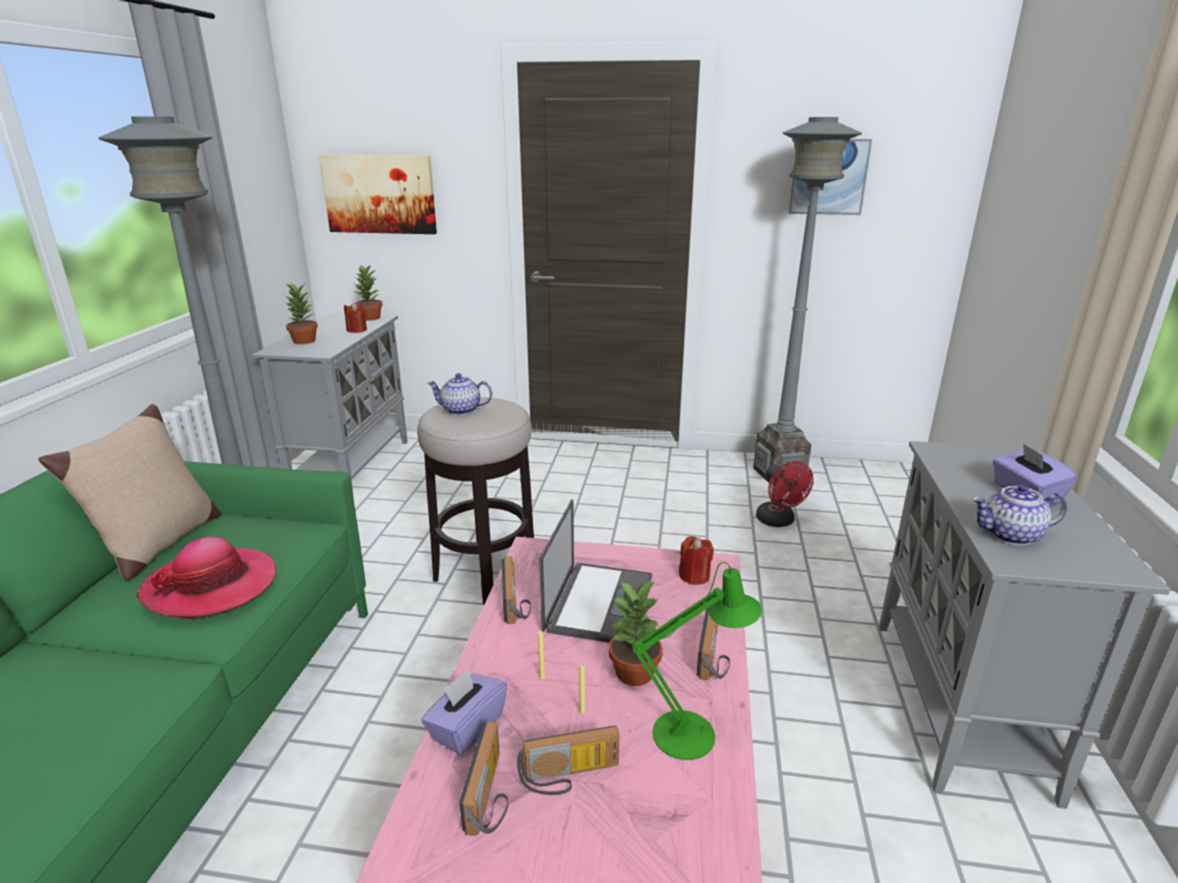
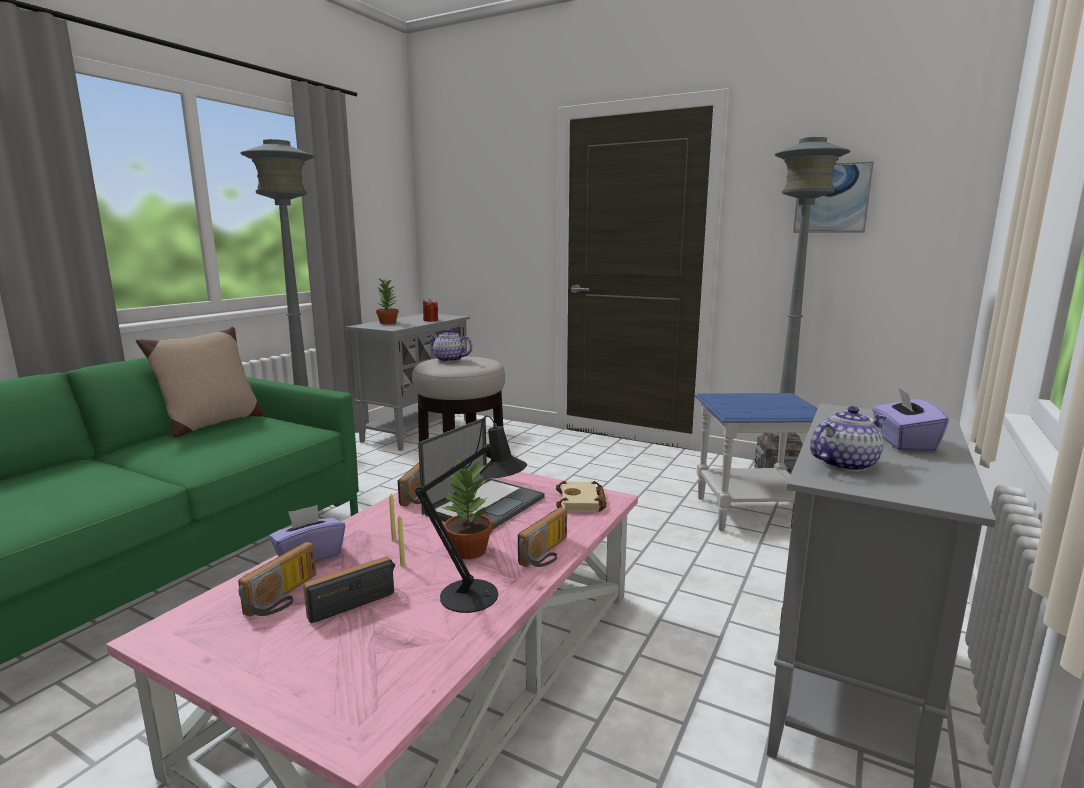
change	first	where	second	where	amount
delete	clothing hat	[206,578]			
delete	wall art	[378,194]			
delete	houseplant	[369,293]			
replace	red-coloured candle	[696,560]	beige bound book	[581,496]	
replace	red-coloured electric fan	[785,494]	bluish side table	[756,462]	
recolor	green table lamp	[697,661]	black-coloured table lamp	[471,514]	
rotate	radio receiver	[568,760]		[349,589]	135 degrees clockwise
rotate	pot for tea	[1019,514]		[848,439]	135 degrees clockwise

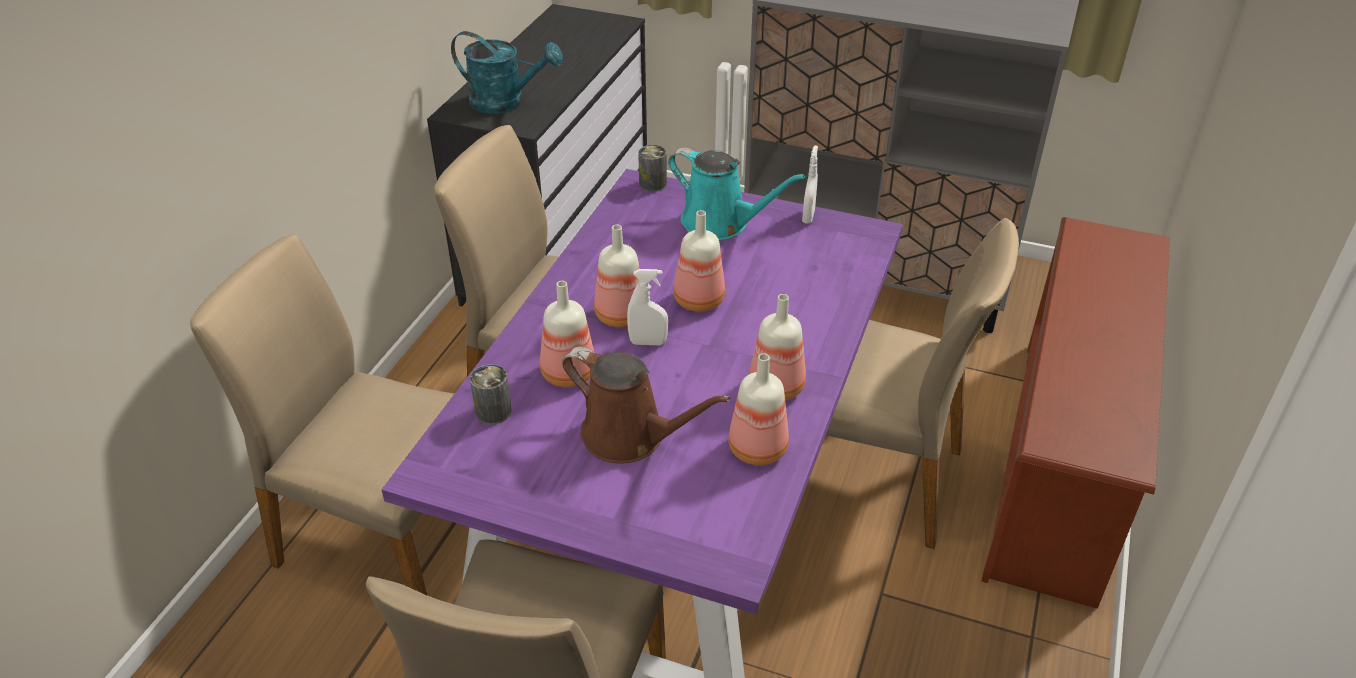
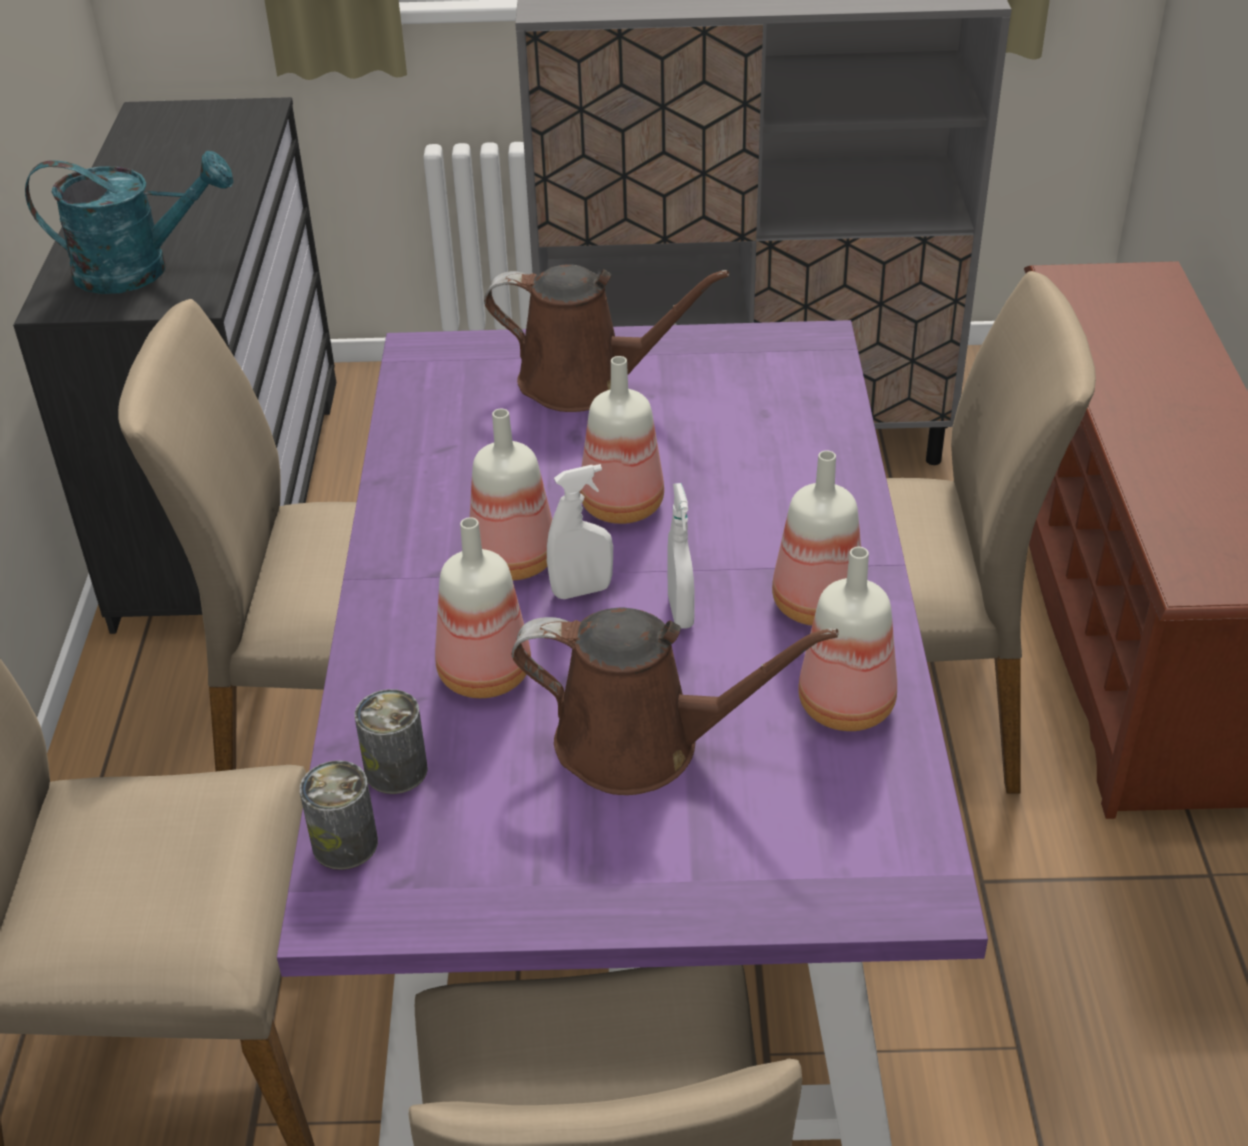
change	first	where	second	where	amount
move	sealed can	[652,168]		[339,815]	
move	white sprayer	[810,184]		[681,556]	
recolor	blue-green watering can	[736,194]	brown-coloured watering can	[606,338]	

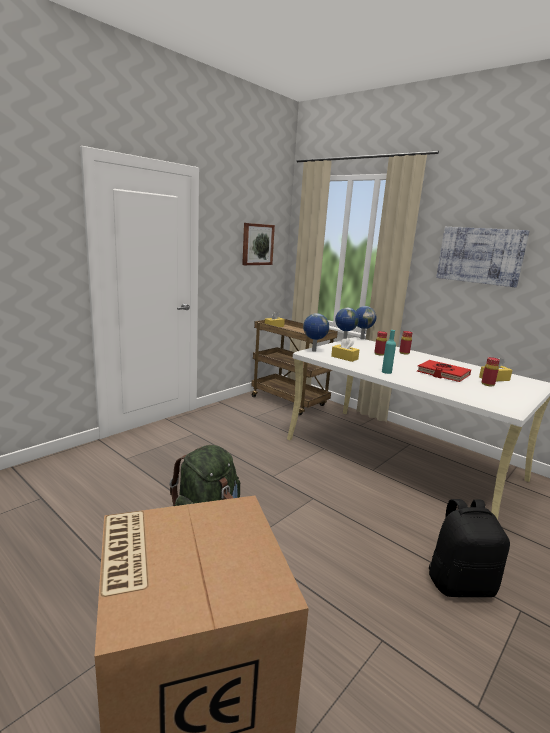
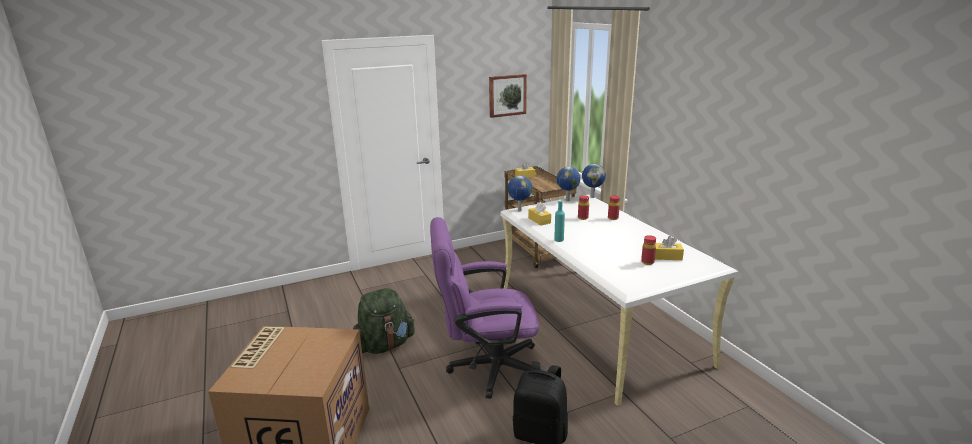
change	first	where	second	where	amount
delete	red-coloured bound book	[444,371]			
delete	wall art	[482,257]			
insert			purplish office chair	[484,308]	

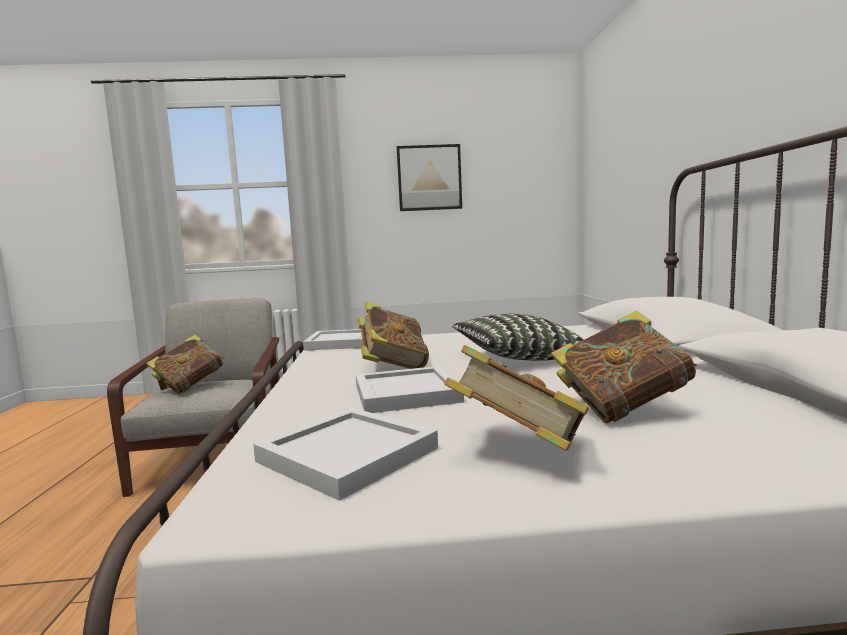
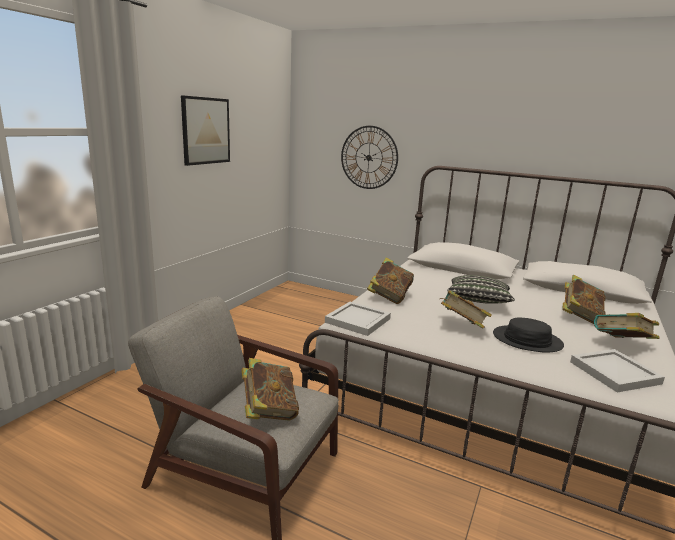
change	first	where	second	where	amount
insert			hanging clock	[369,157]	
insert			bound book	[390,281]	
replace	white serving tray	[410,389]	black-coloured clothing hat	[528,335]	

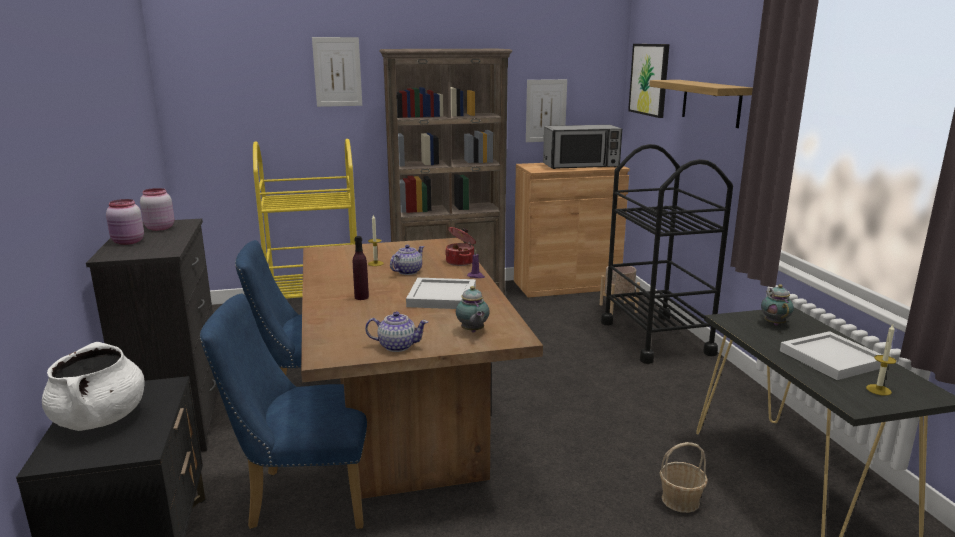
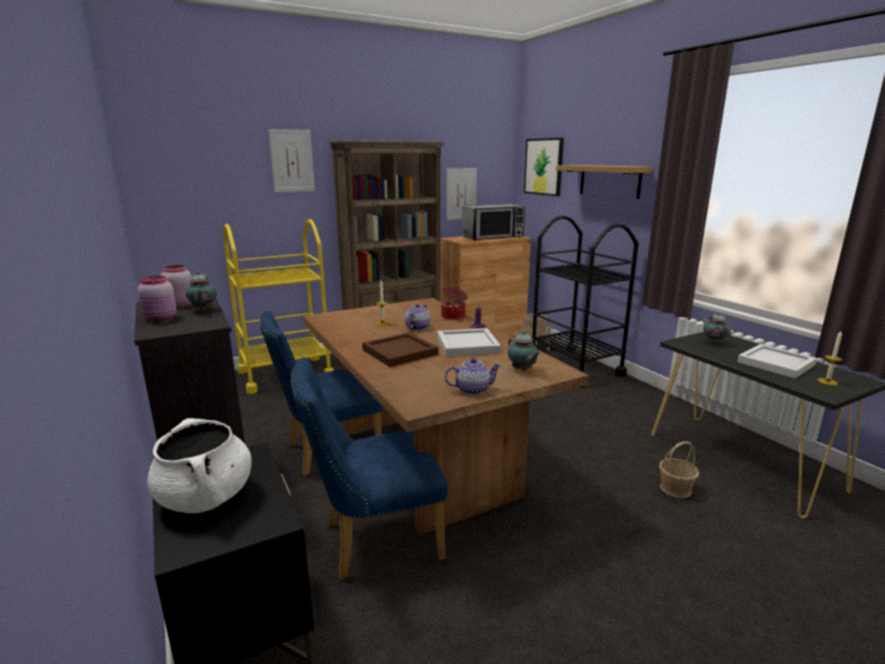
change	first	where	second	where	amount
insert			pot for tea	[201,291]	
replace	purplish drink bottle	[361,268]	brown-coloured serving tray	[400,349]	

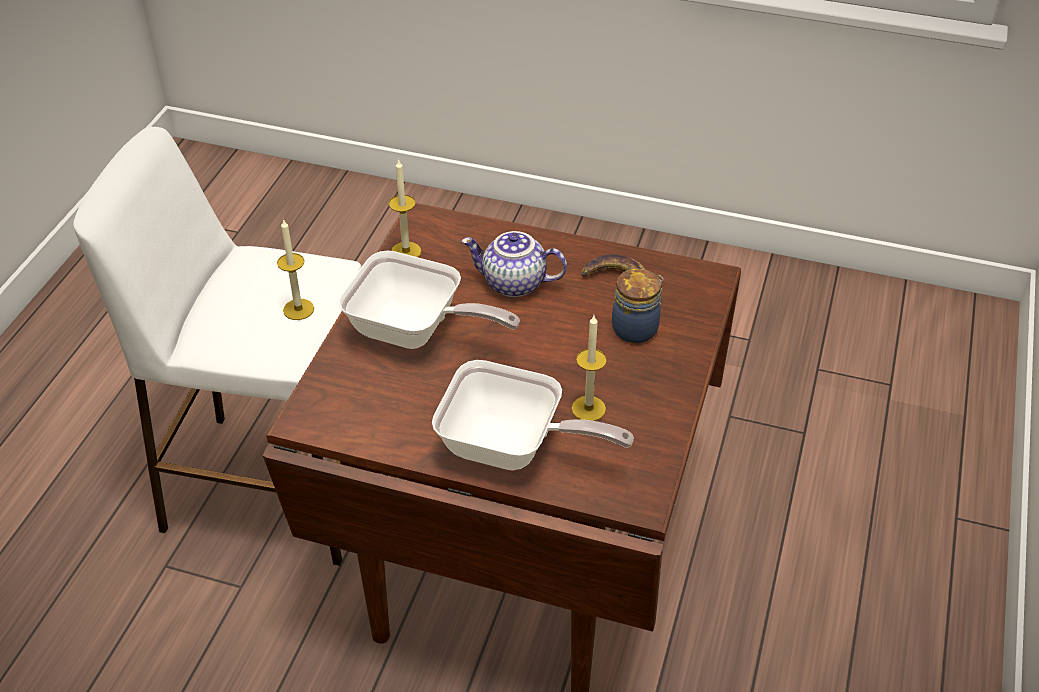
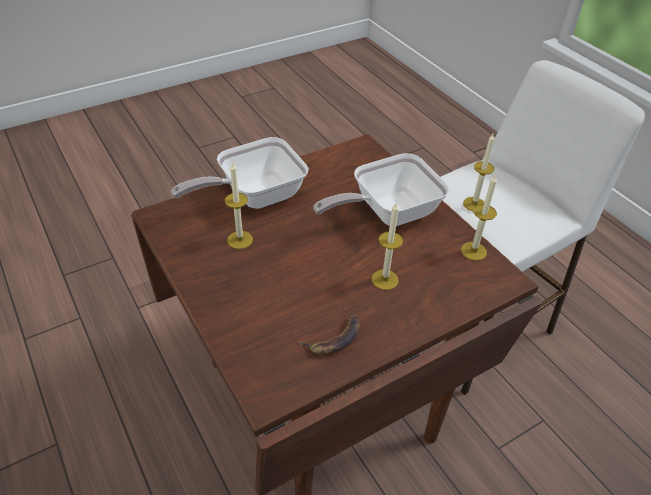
change	first	where	second	where	amount
delete	storage jar	[638,306]			
replace	pot for tea	[514,264]	candle	[387,246]	

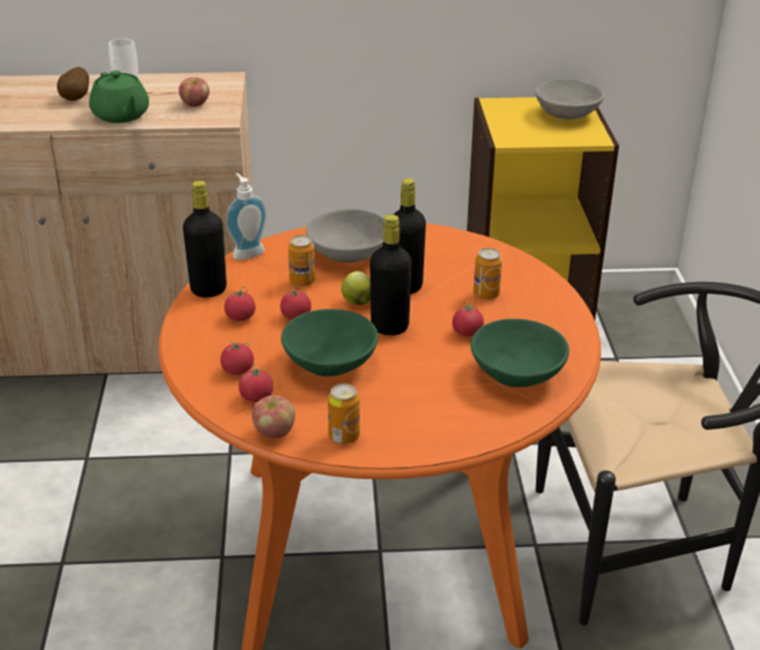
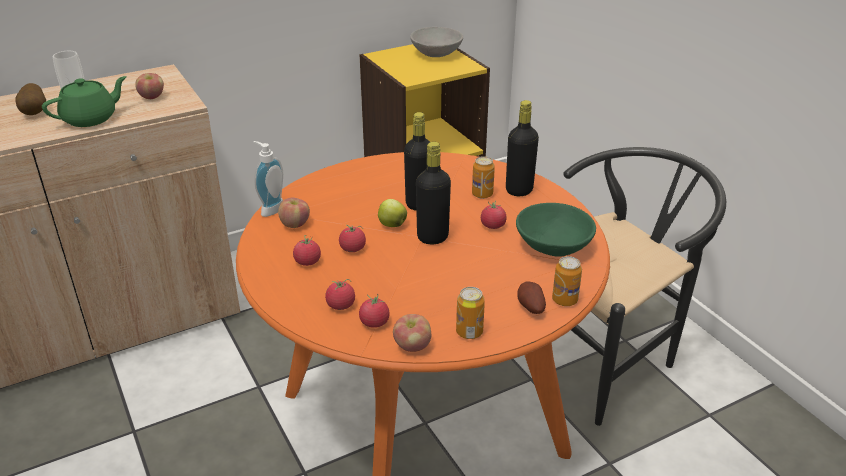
change	first	where	second	where	amount
delete	green bowl	[329,343]			
delete	greyish bowl	[345,236]			
insert			whole apple	[294,213]	
insert			whole potato	[531,297]	
move	black-coloured drink bottle	[205,239]		[522,148]	
move	sealed can	[301,261]		[567,281]	
rotate	green pot for tea	[119,96]		[84,101]	75 degrees counterclockwise

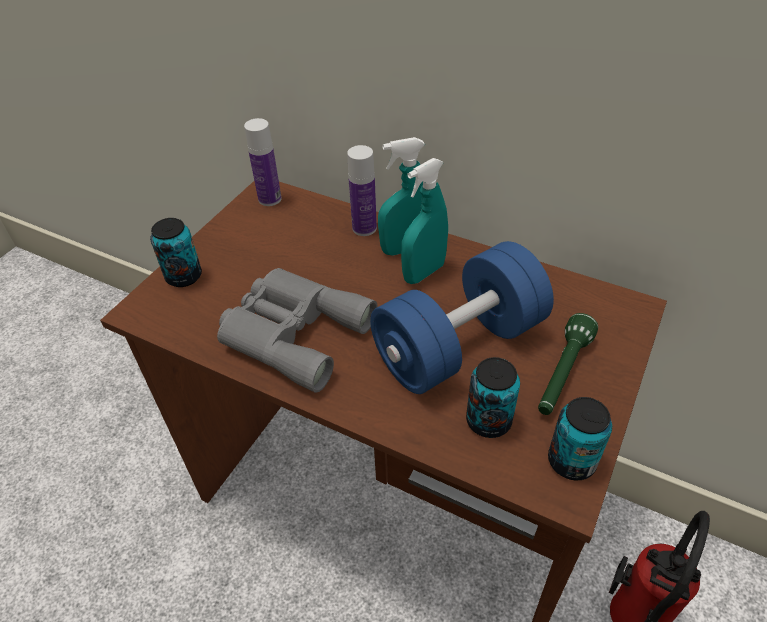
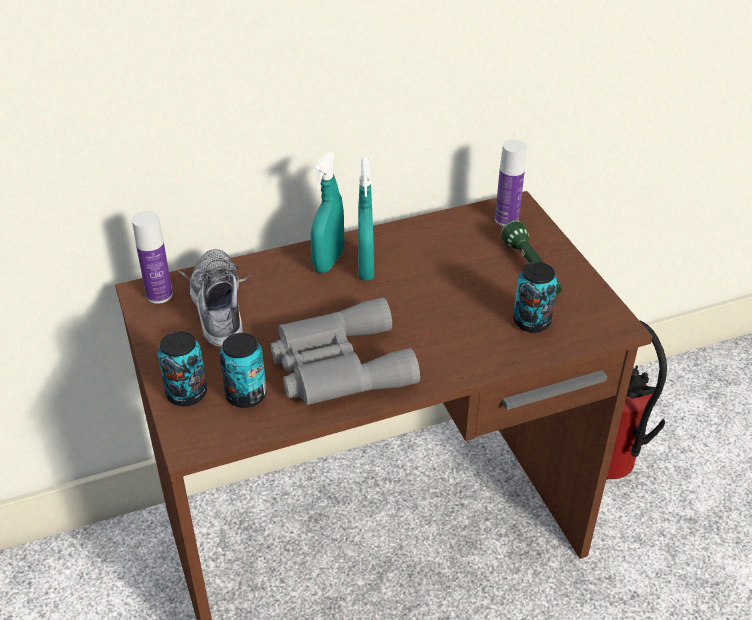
change	first	where	second	where	amount
delete	bluish dumbbell	[462,317]			
insert			shoe	[214,298]	
move	drink bottle	[362,190]		[511,183]	
move	sealed can	[580,438]		[243,370]	

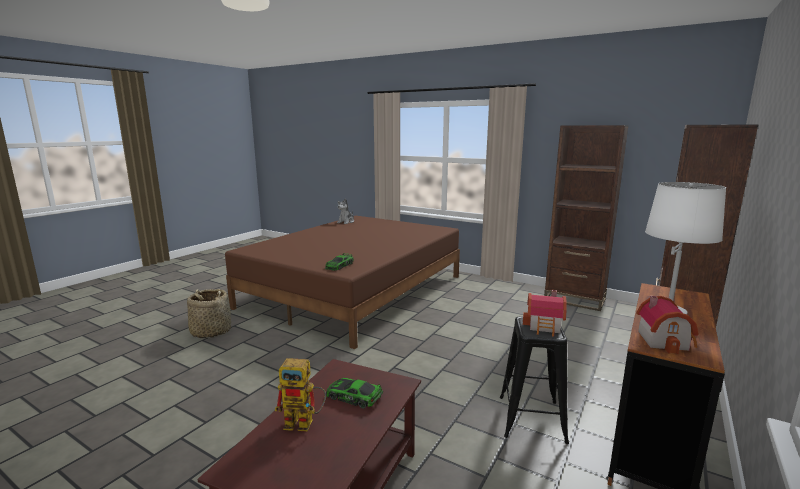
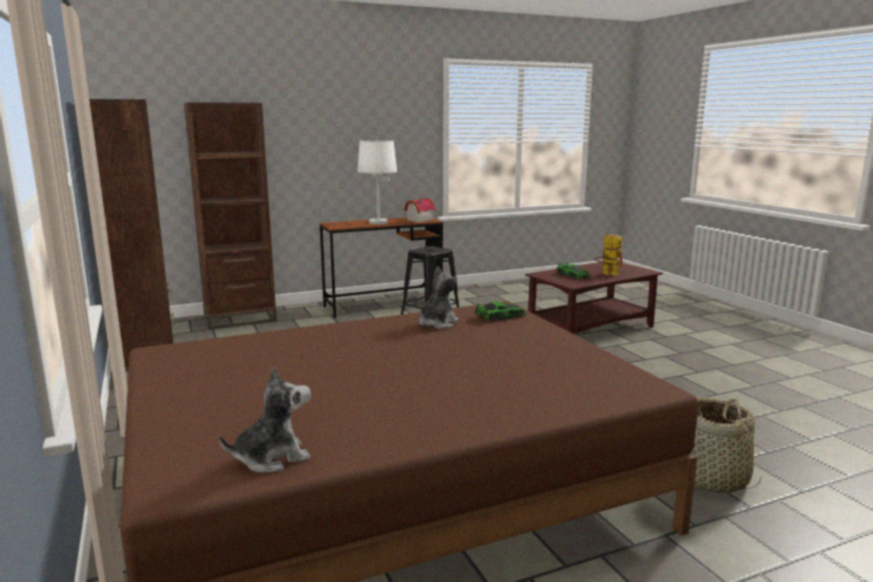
change	first	where	second	where	amount
delete	model house	[545,313]			
insert			soft toy	[438,298]	

